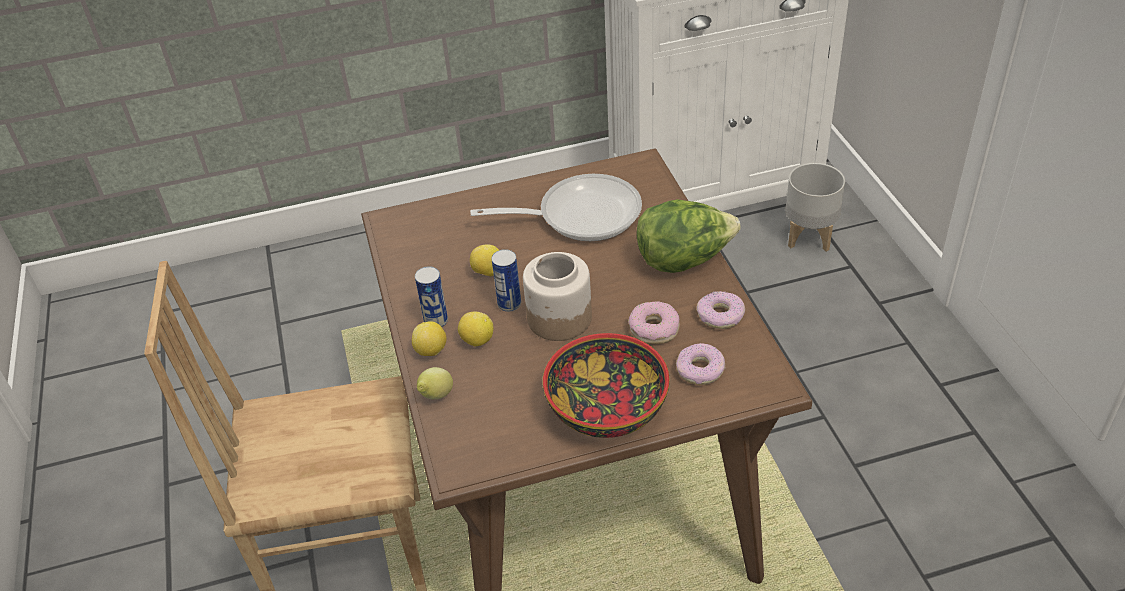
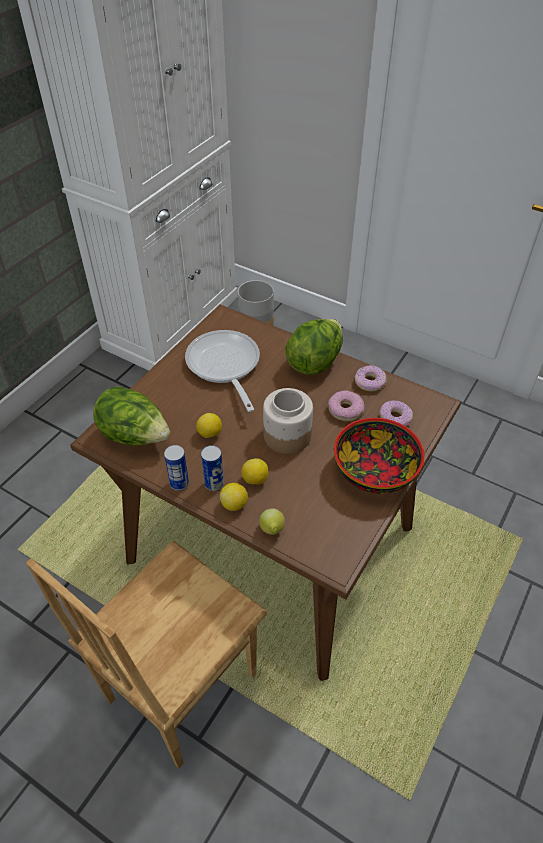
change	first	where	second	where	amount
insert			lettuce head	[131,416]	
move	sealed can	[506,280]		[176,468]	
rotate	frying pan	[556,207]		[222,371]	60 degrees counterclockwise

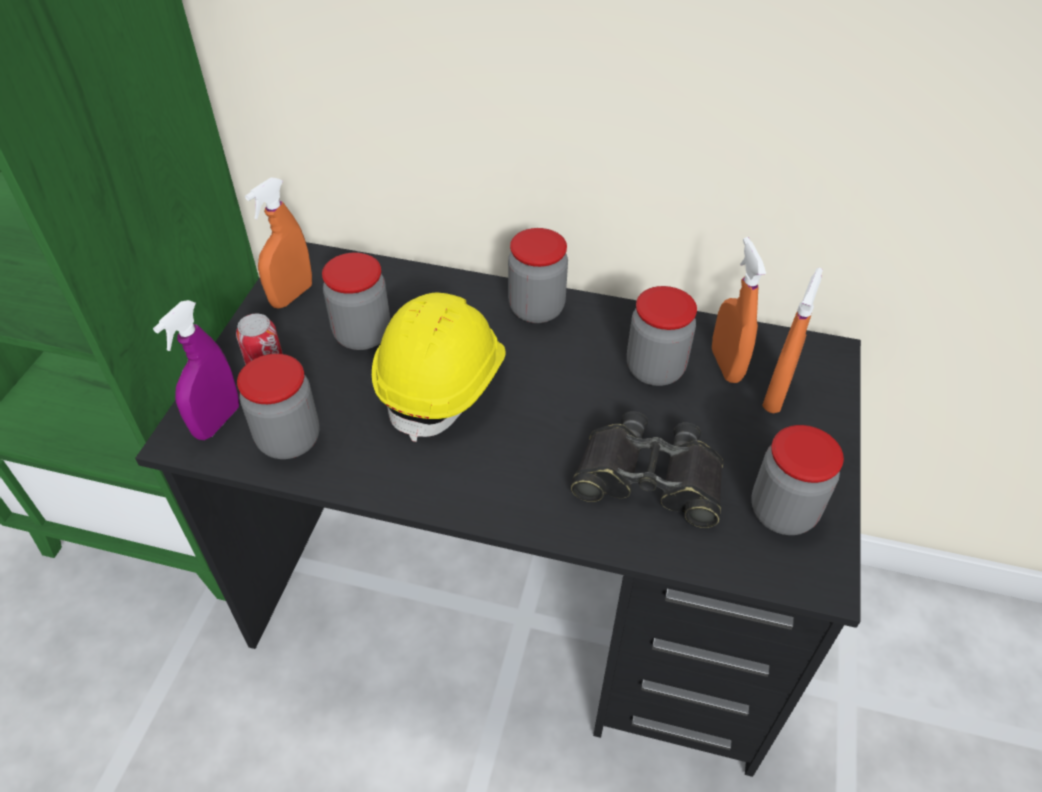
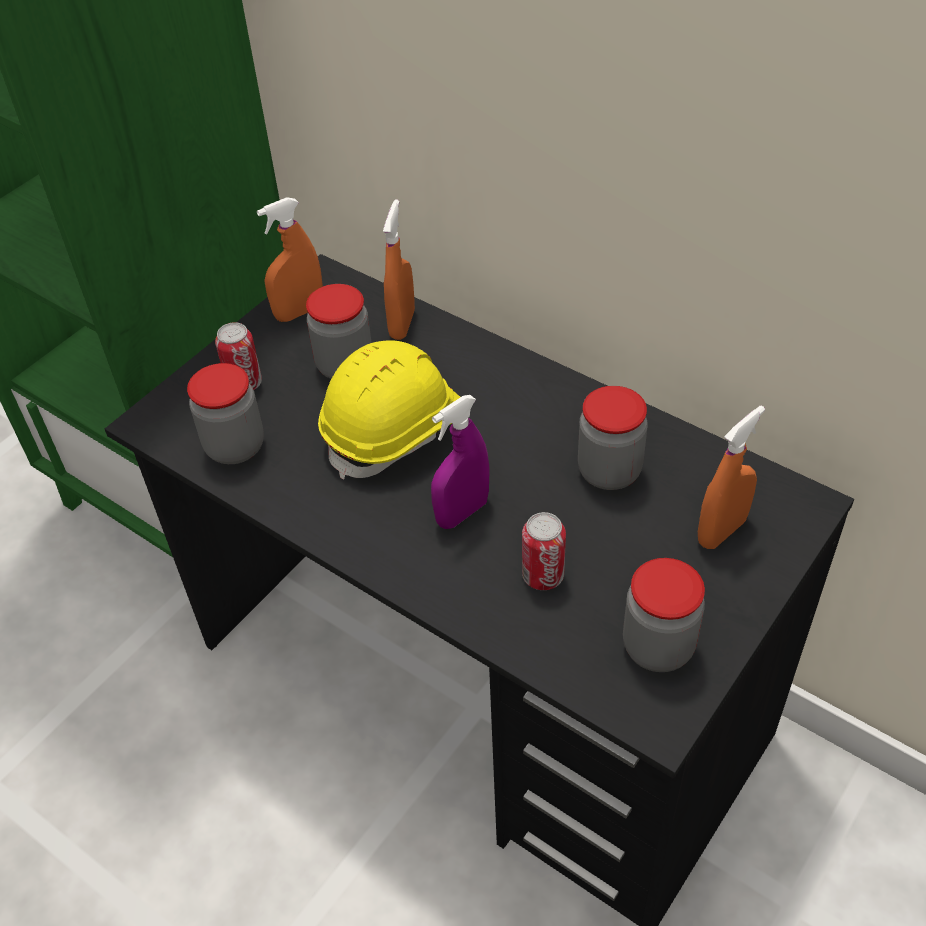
change	first	where	second	where	amount
delete	storage jar	[538,275]			
move	purplish sprayer	[196,370]		[460,462]	
move	orange-coloured sprayer	[739,310]		[399,269]	
replace	black-coloured field glasses	[647,469]	sealed can	[544,551]	

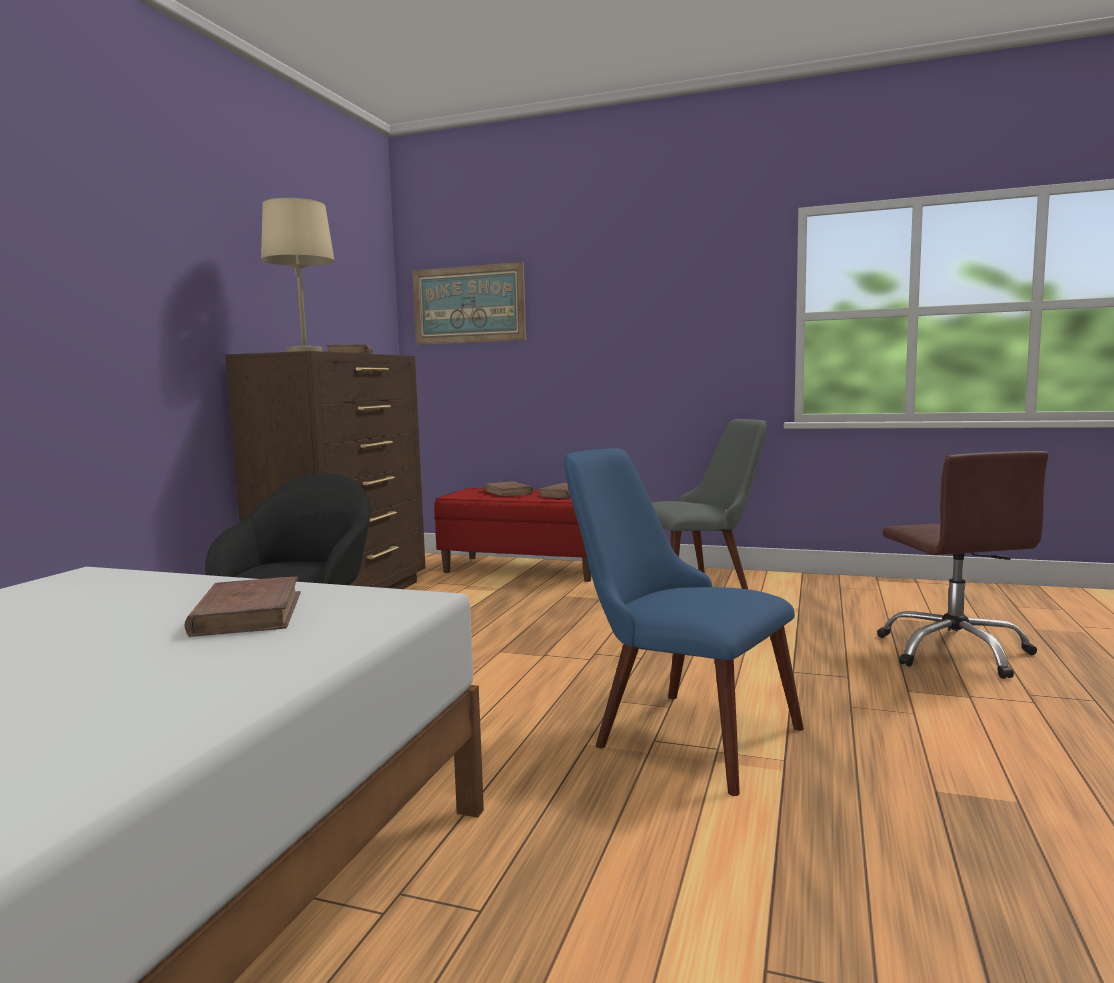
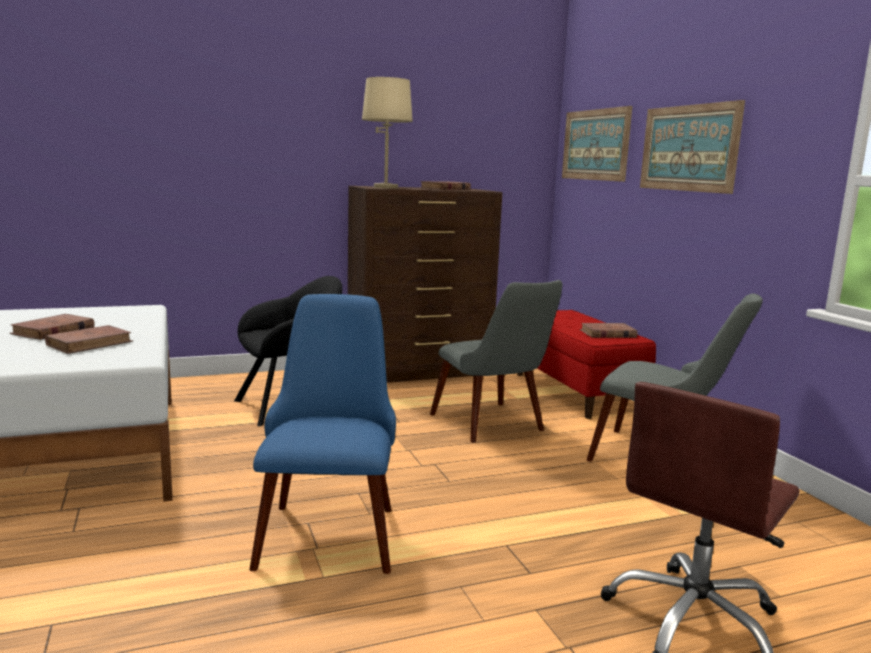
change	first	where	second	where	amount
insert			greyish chair	[496,361]	
insert			wall art	[692,147]	
move	brown-coloured bound book	[508,489]		[52,327]	

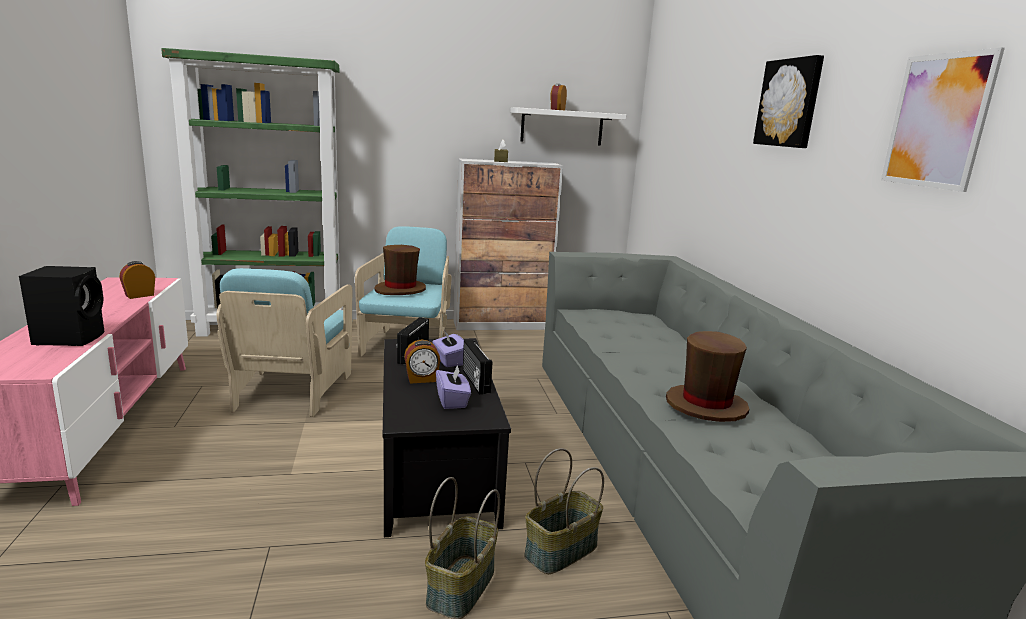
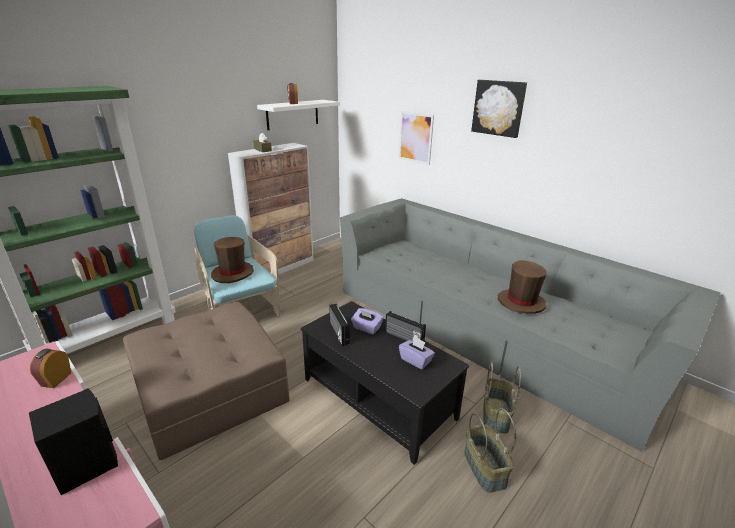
change	first	where	second	where	amount
delete	bedside clock	[422,362]			
move	wall art	[943,119]		[416,138]	
replace	blue-green easy chair	[284,342]	brown-coloured footrest	[206,381]	

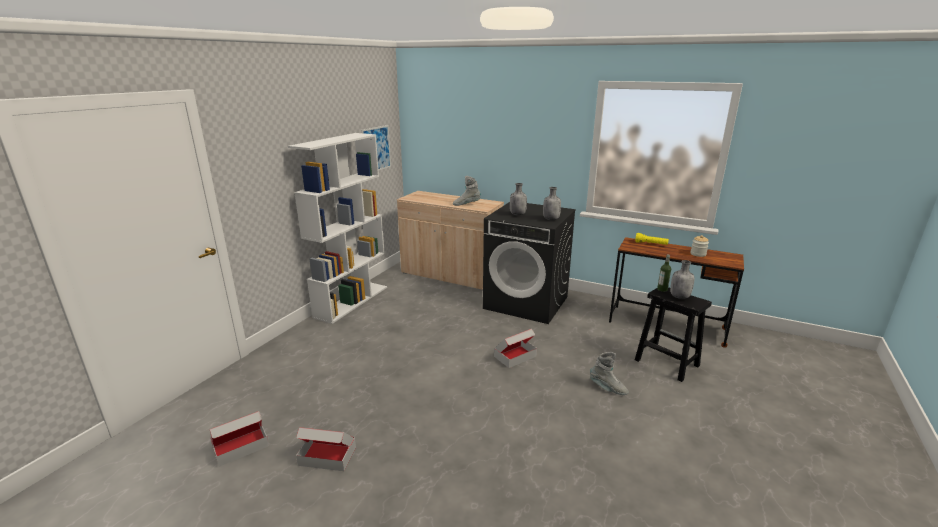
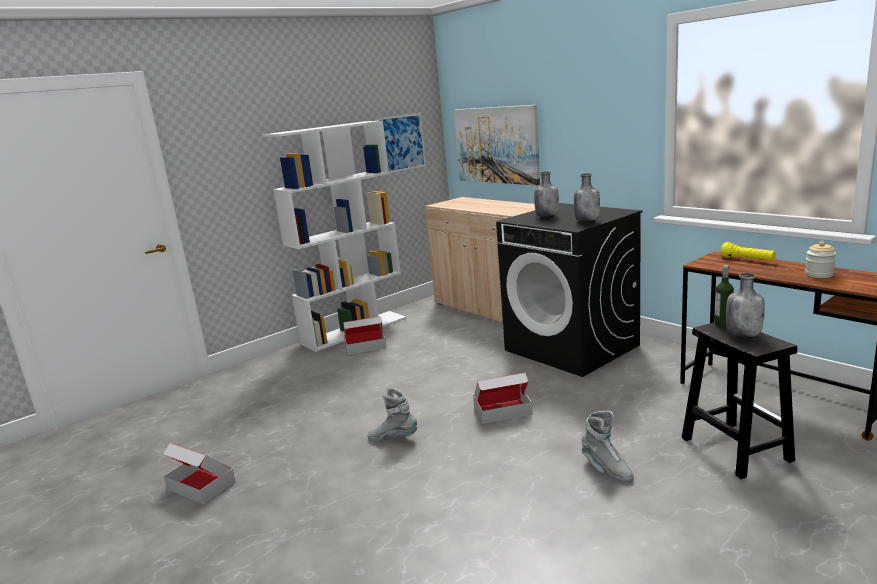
change	first	where	second	where	amount
insert			wall art	[497,145]	
move	cardboard box	[239,439]		[365,335]	
move	greyish tall boot	[467,191]		[392,414]	

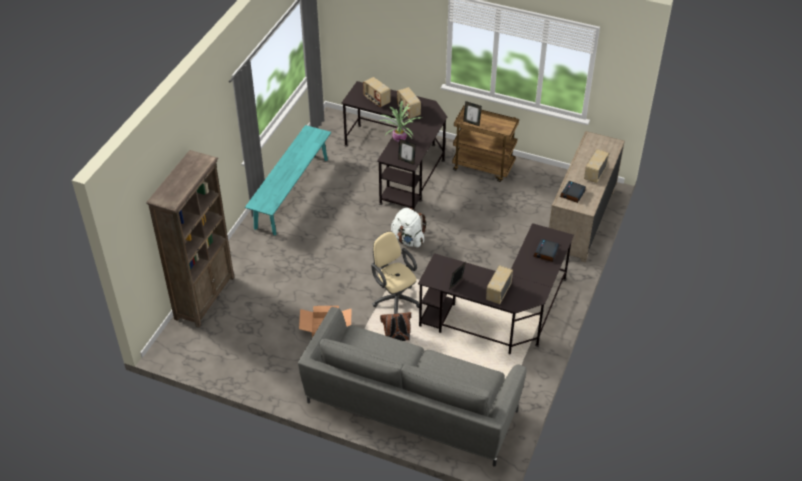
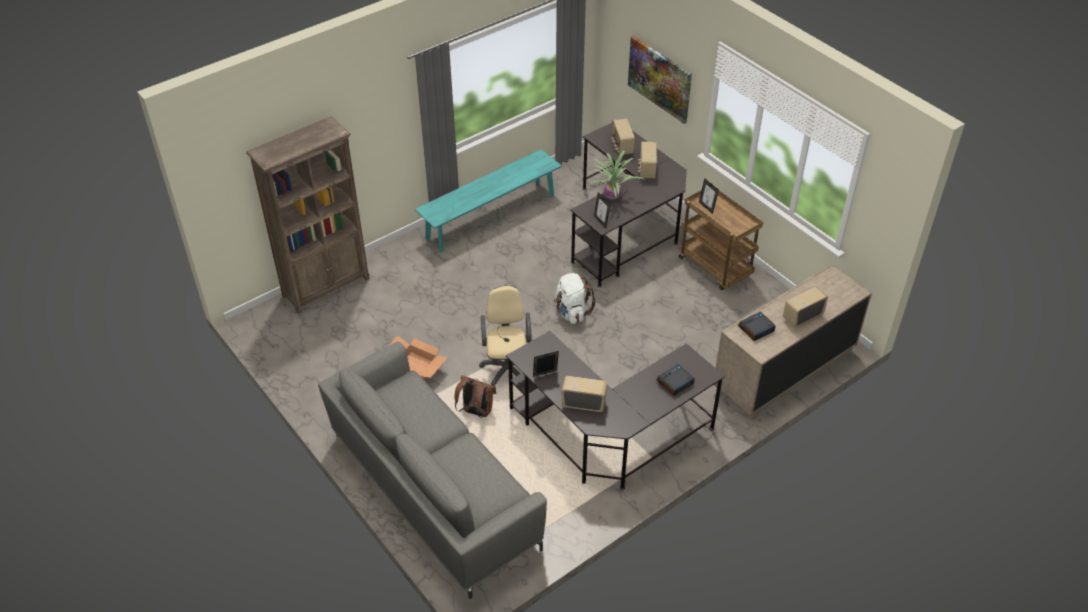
change	first	where	second	where	amount
insert			wall art	[660,80]	
rotate	radio receiver	[499,284]		[584,394]	45 degrees clockwise

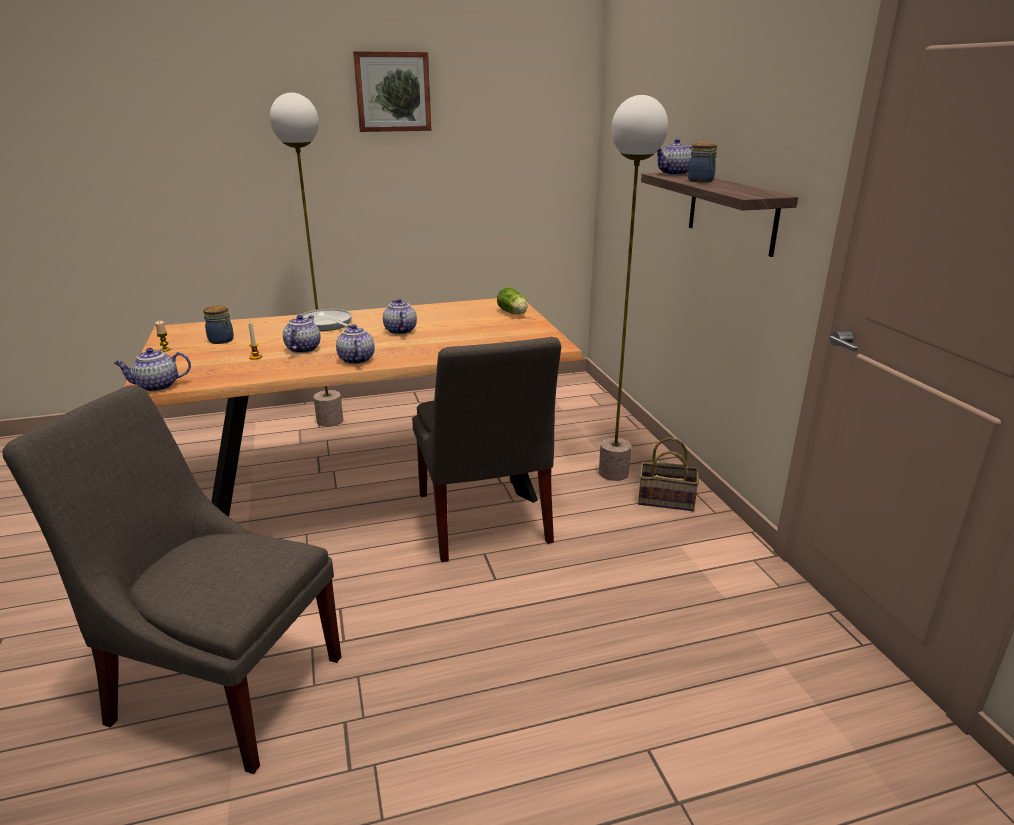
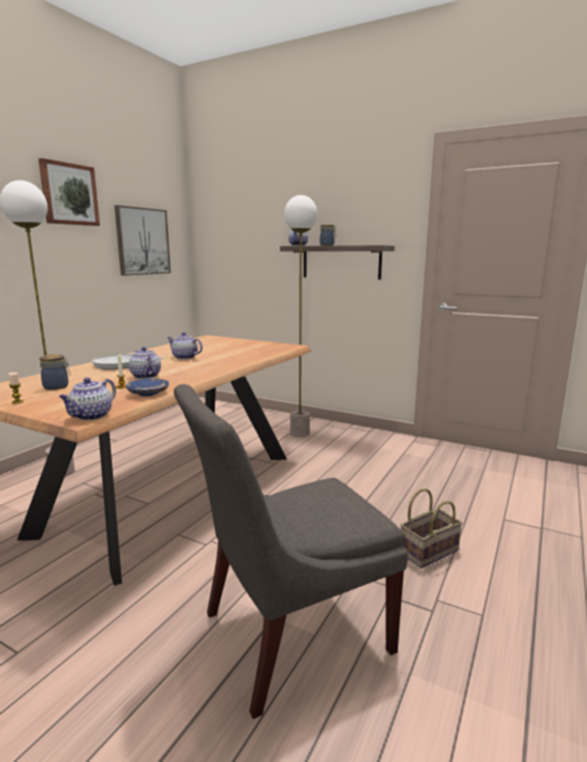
change	first	where	second	where	amount
delete	pot for tea	[355,344]			
delete	greyish chair	[486,449]			
delete	lettuce head	[512,300]			
insert			wall art	[142,240]	
insert			bluish dinner plate	[147,387]	
move	storage basket	[668,474]		[431,528]	

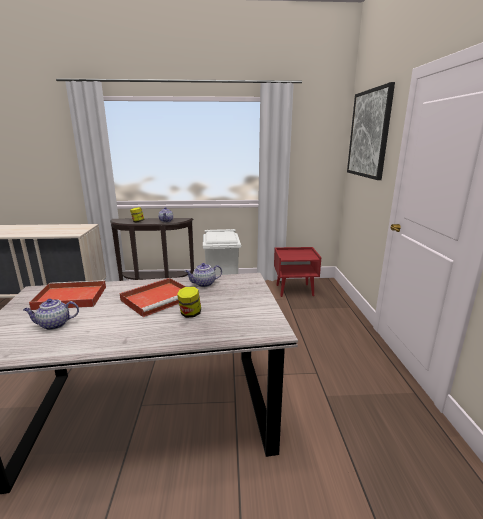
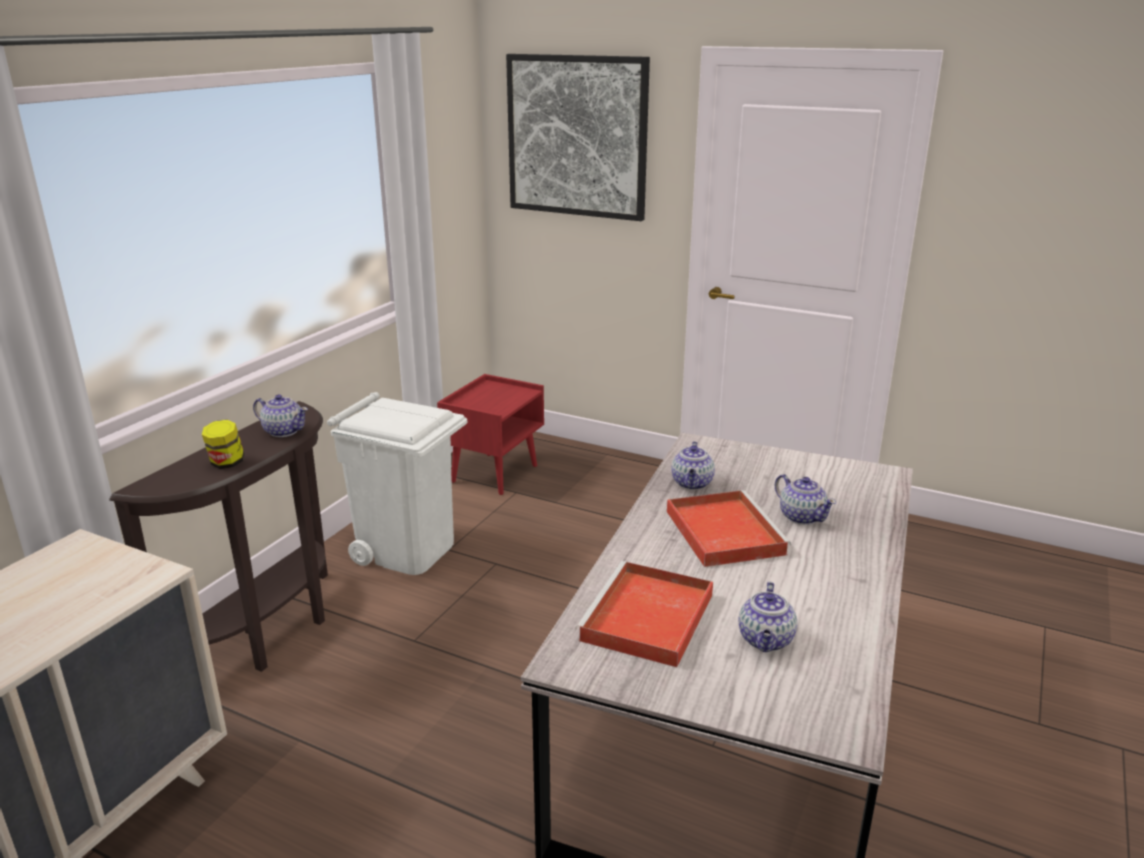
change	first	where	second	where	amount
replace	storage jar	[189,302]	pot for tea	[805,499]	

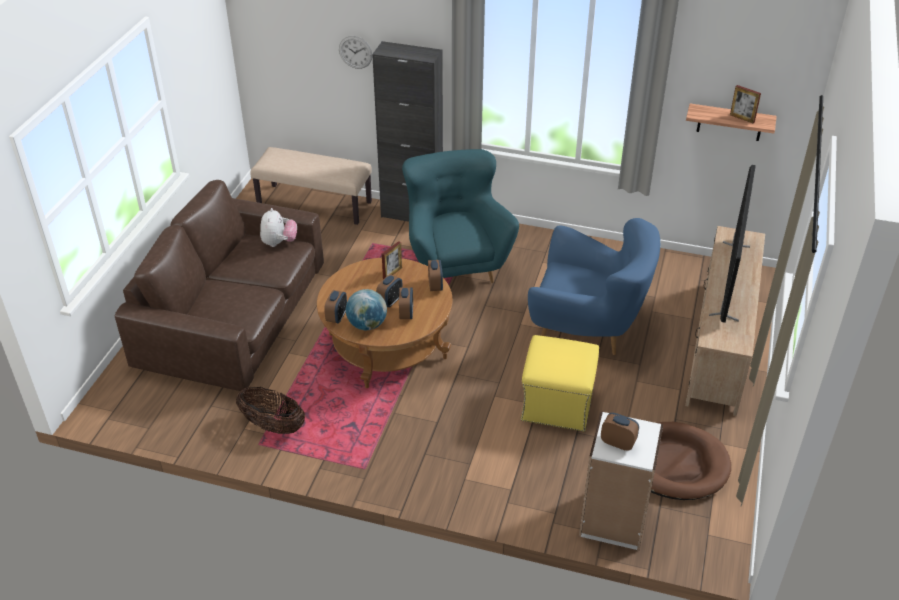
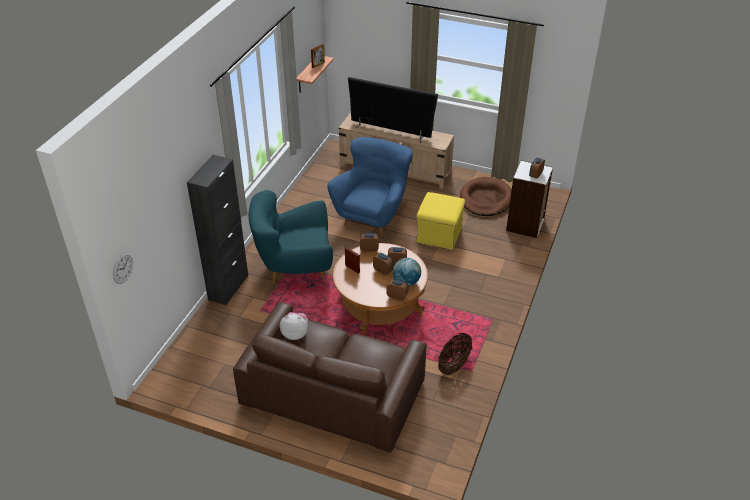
change	first	where	second	where	amount
delete	beige indoor bench	[311,186]			
move	hanging clock	[355,52]		[123,268]	

